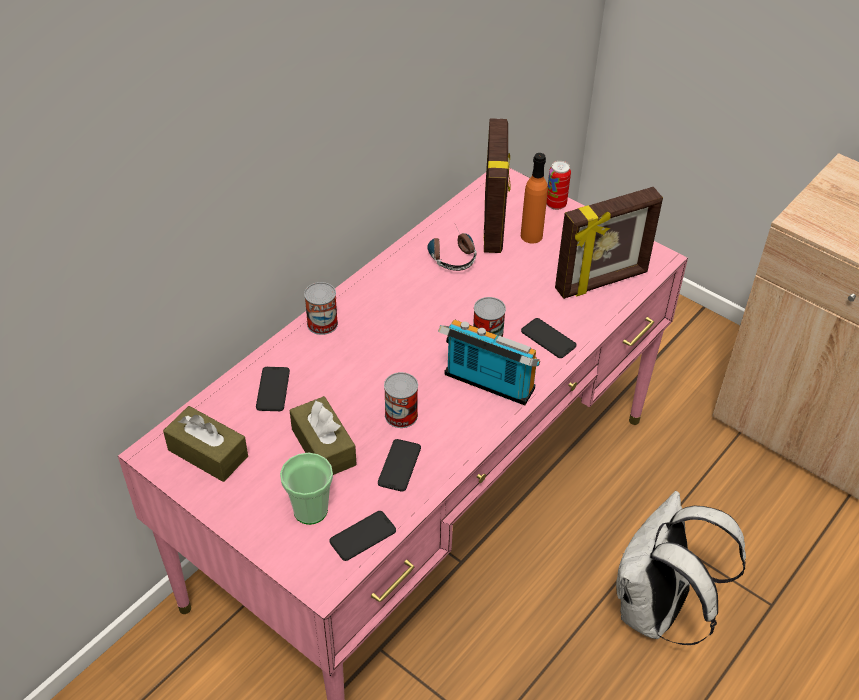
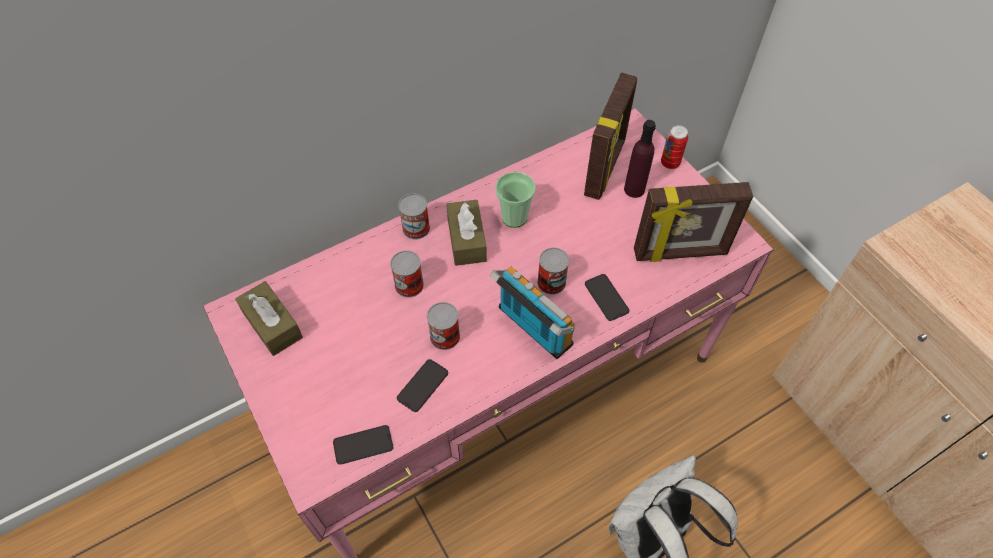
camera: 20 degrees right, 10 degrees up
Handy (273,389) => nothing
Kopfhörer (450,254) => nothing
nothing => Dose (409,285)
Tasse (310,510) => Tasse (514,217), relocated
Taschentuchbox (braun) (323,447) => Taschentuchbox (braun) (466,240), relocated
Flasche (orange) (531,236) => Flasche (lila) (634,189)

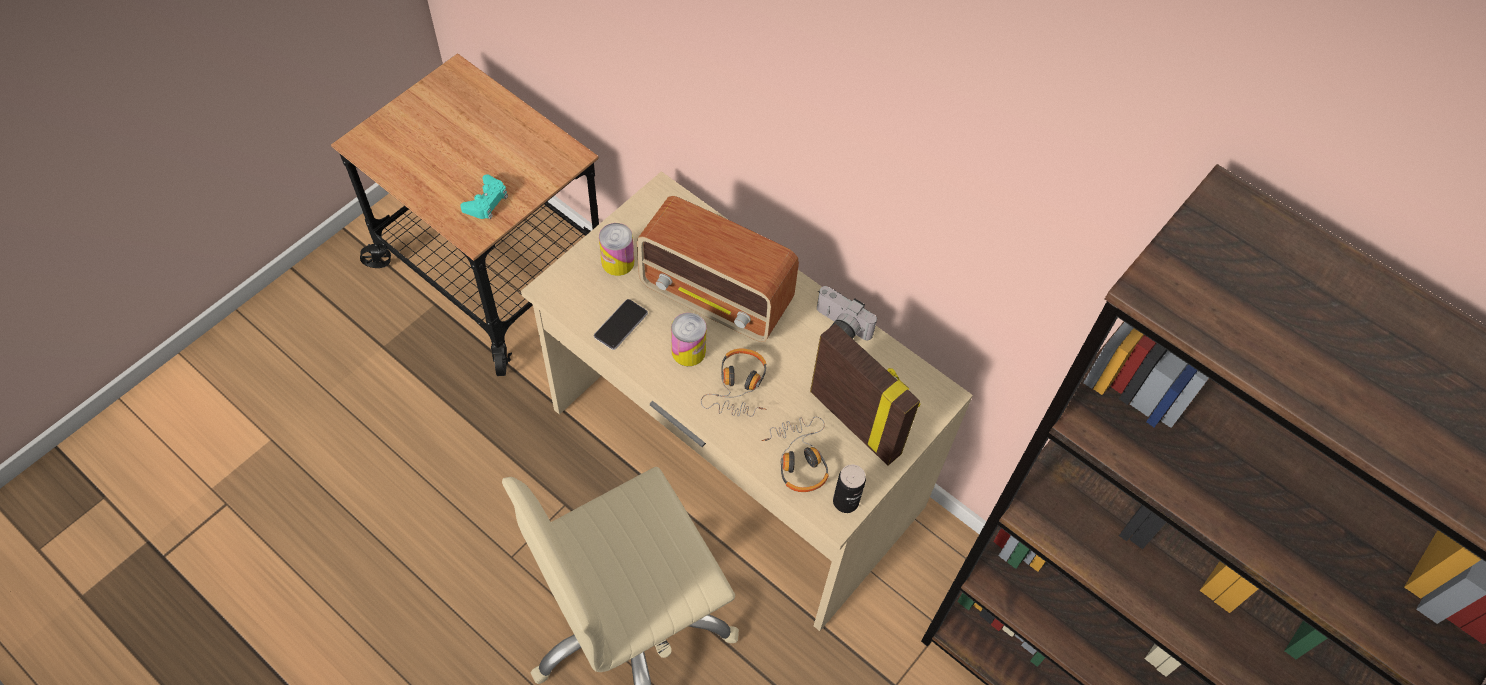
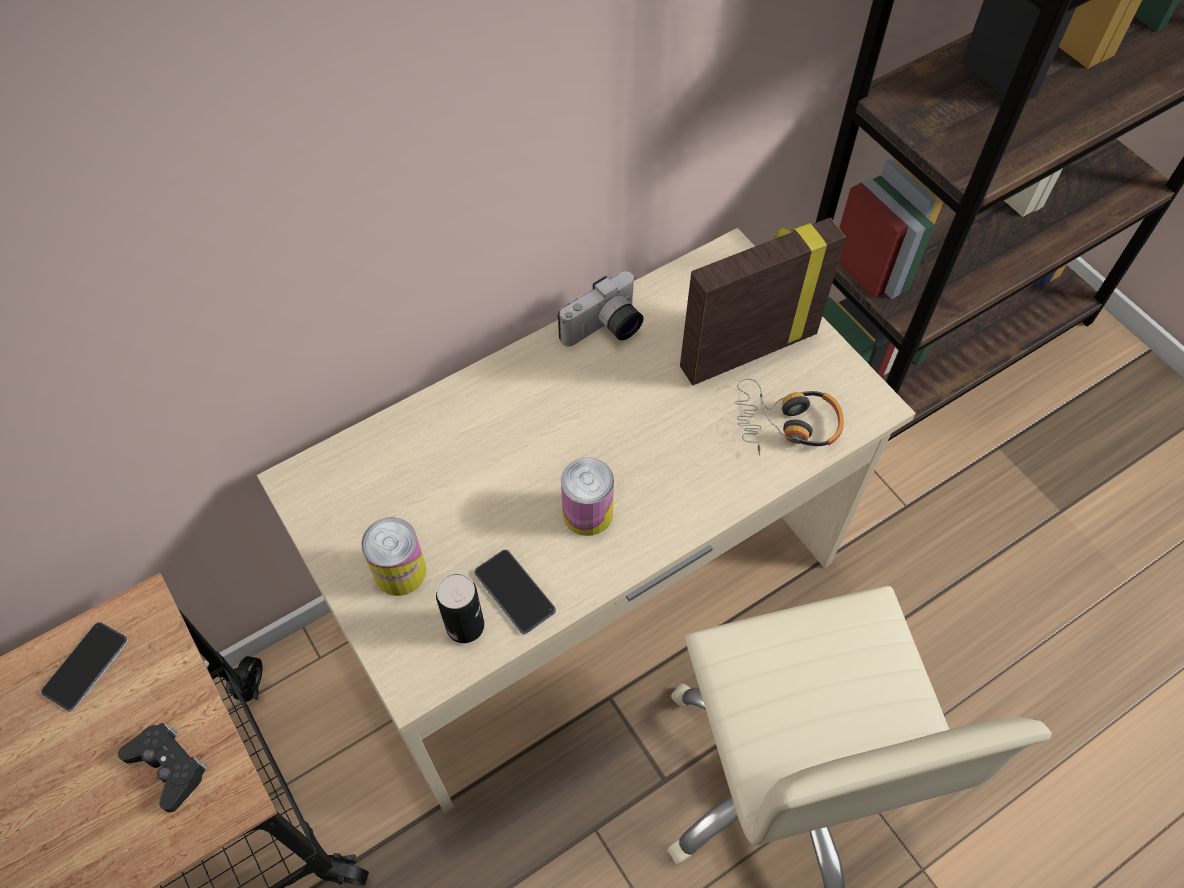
camera: 70 degrees left, 0 degrees up
Radio (717,297) => nothing
Kopfhörer (738,387) => nothing
nothing => Handy (86,667)
Dose (845,501) => Dose (465,625), relocated
Gamepad (türkis) (486,202) => Gamepad (schwarz) (168,767)

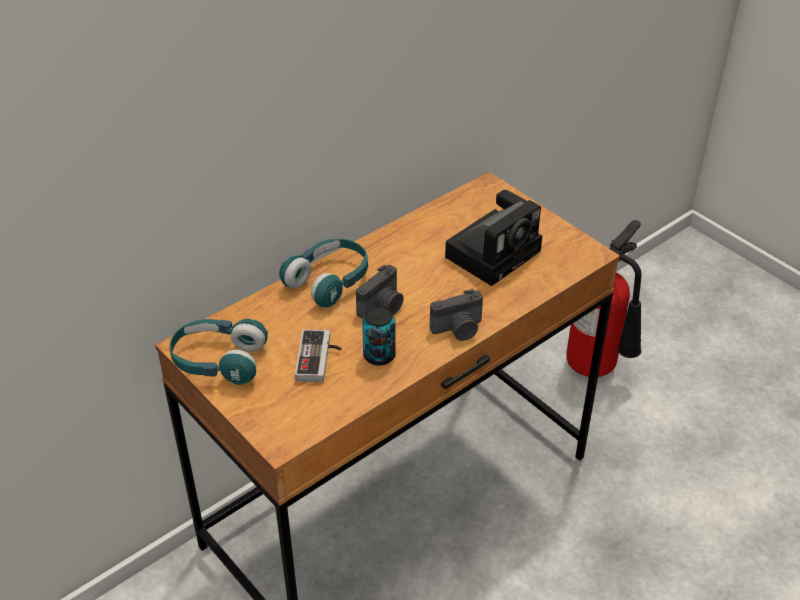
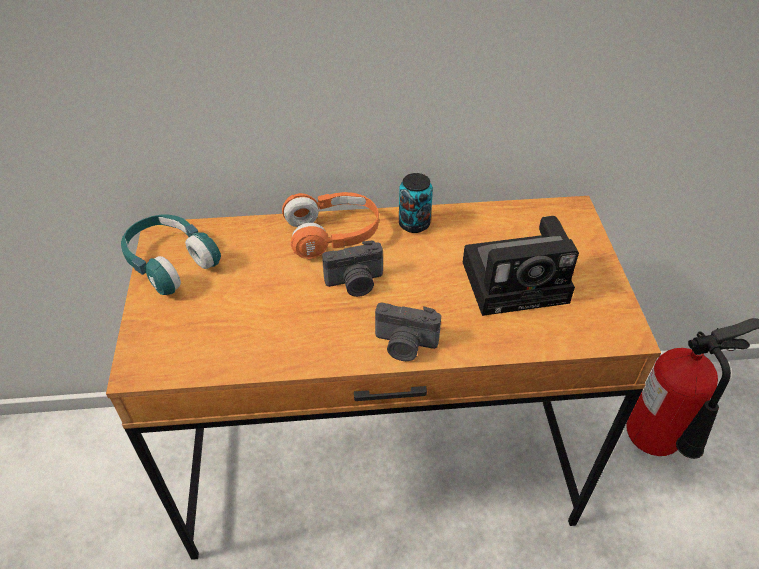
camera: 35 degrees right, 5 degrees up
Gamepad (320,359) => nothing
Dose (379,356) => Dose (414,224), relocated
Kopfhörer (türkis) (329,281) => Kopfhörer (orange) (333,234)

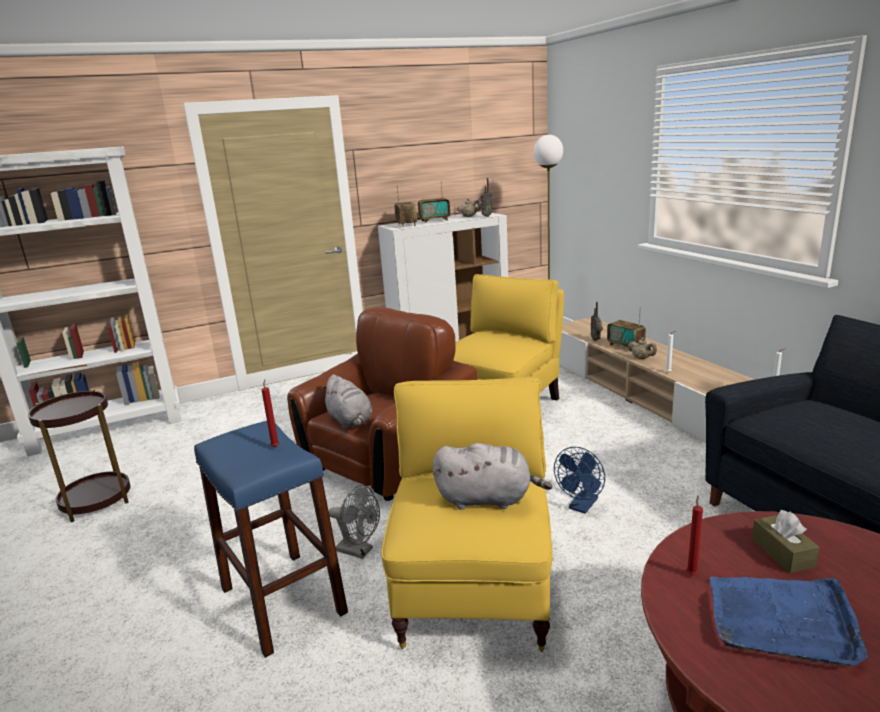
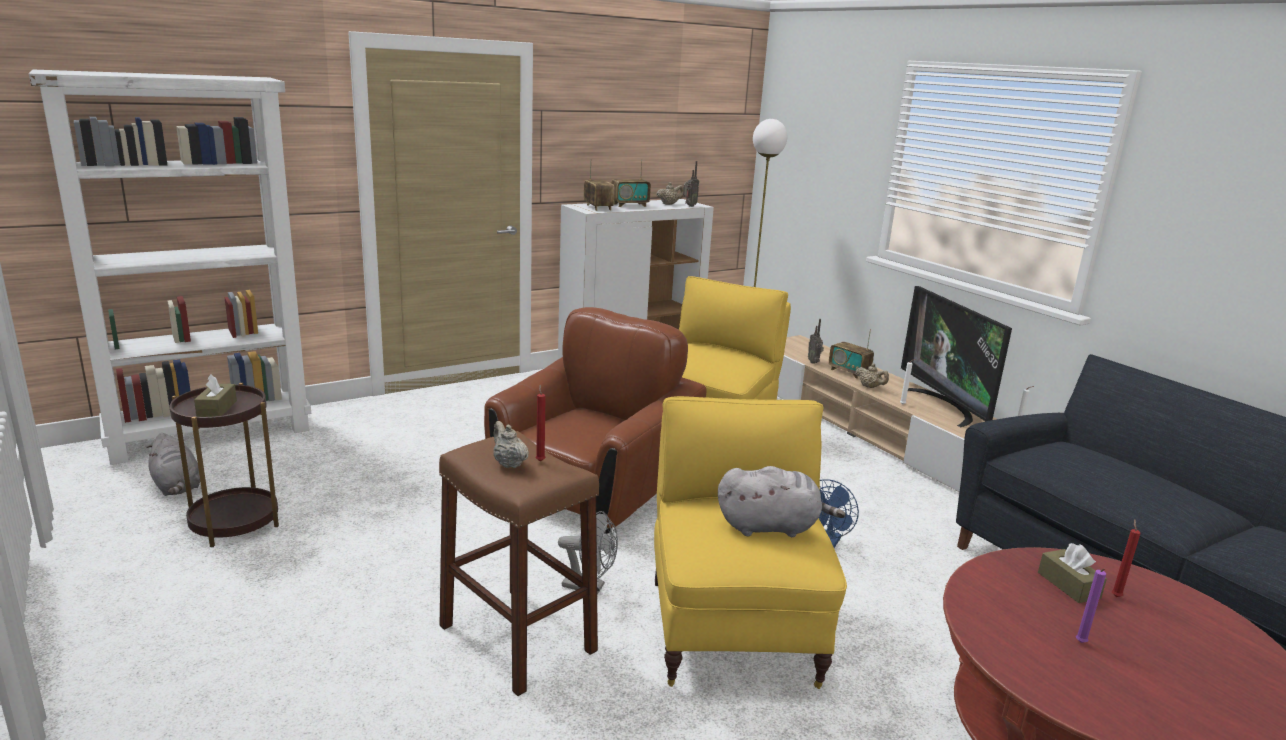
camera: 10 degrees left, 0 degrees up
nothing => Taschentuchbox (braun) (217,408)
nothing => Teekanne (beige) (509,463)
nothing => Fernseher (945,406)
Plüschtier (grau) (350,421) => Plüschtier (grau) (177,487), relocated
Kerze (rot) (691,574) => Kerze (rot) (1115,596), relocated
Tablett (blau) (782,621) => Kerze (lila) (1080,643)
Hocker (blau) (282,600) => Hocker (braun) (517,638)

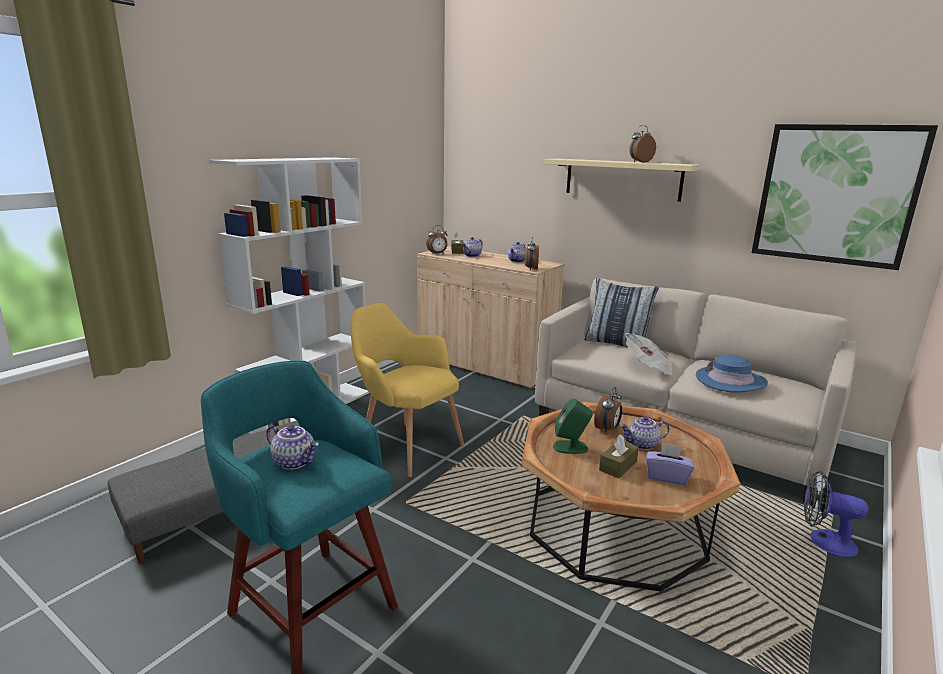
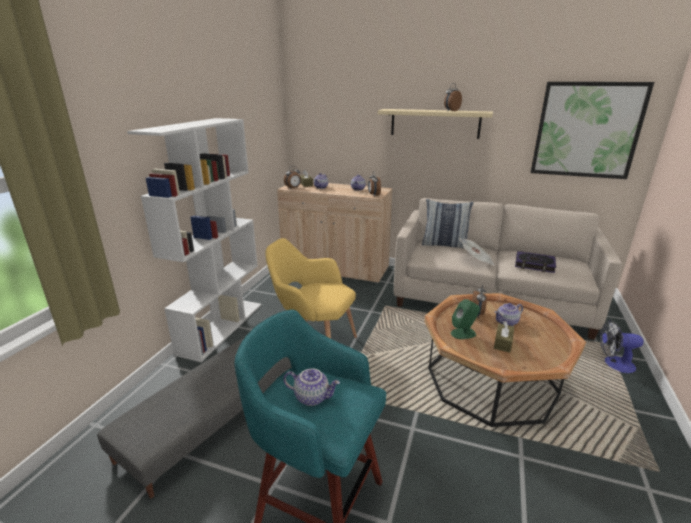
camera: 15 degrees left, 5 degrees up
Taschentuchbox (lila) (666,476) => nothing
Hut (blau) (730,381) => Buch (534,265)

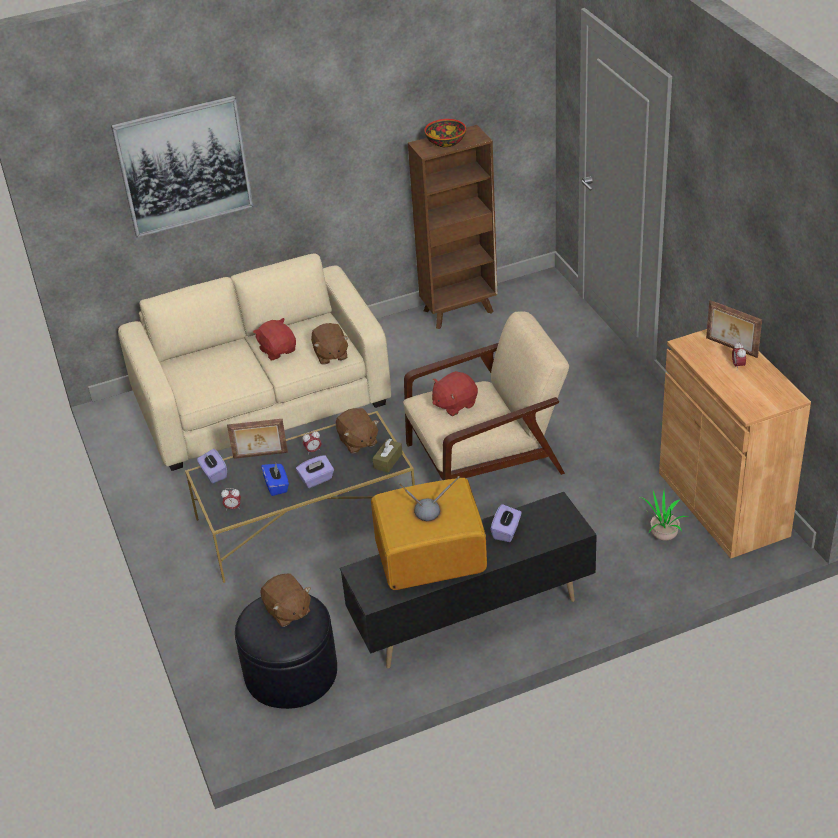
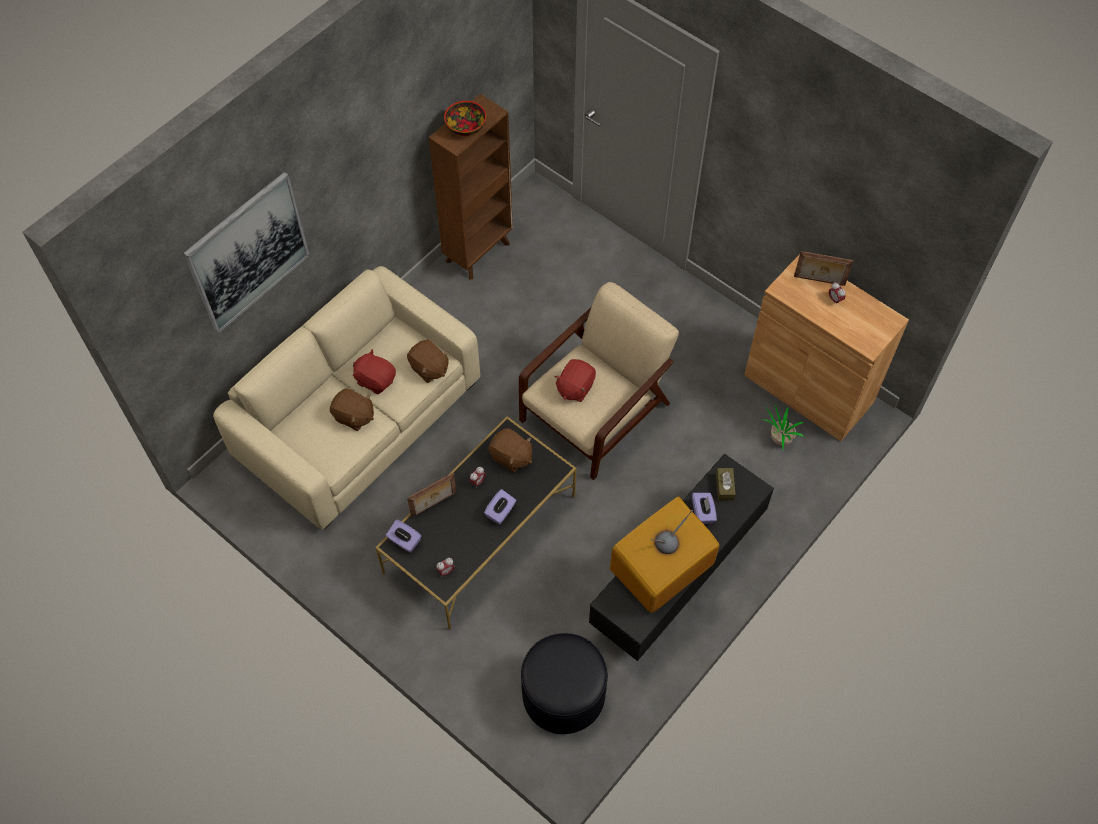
camera: 30 degrees left, 20 degrees up
Taschentuchbox (blau) (276,486) => nothing
Plüschtier (braun) (287,611) => Plüschtier (braun) (353,416), relocated
Taschentuchbox (braun) (388,461) => Taschentuchbox (braun) (724,487), relocated

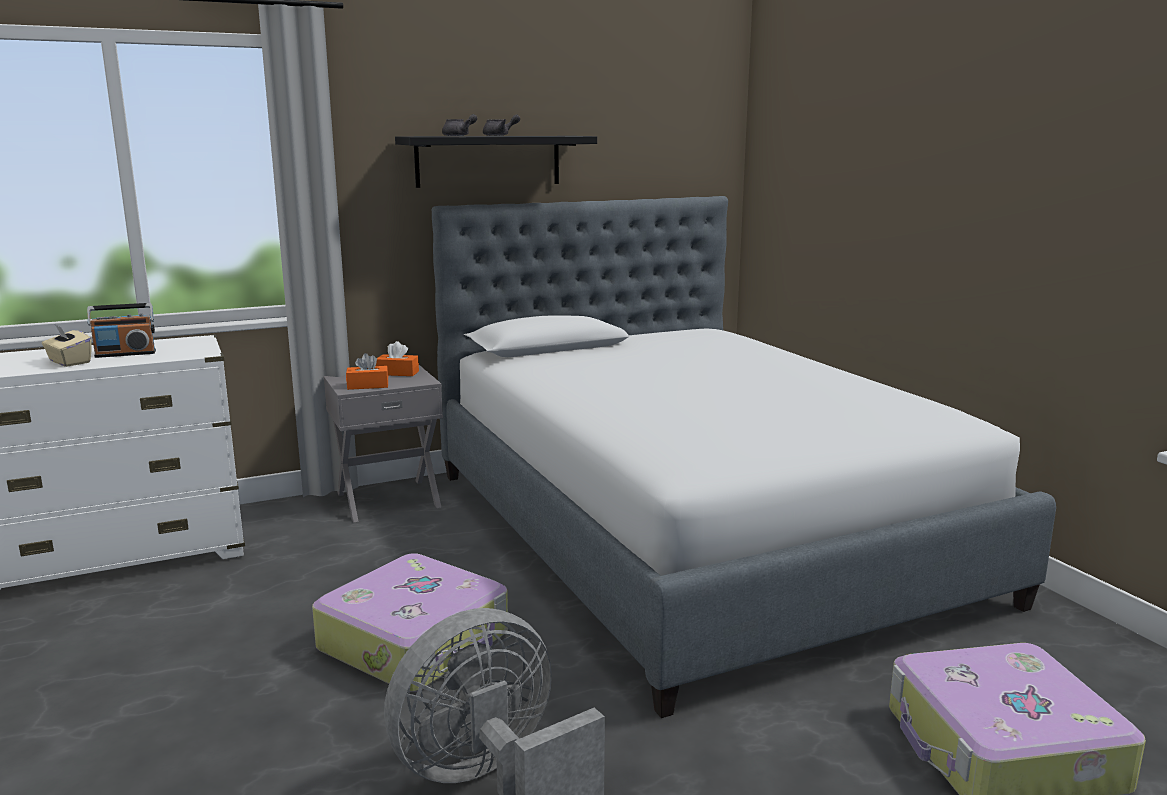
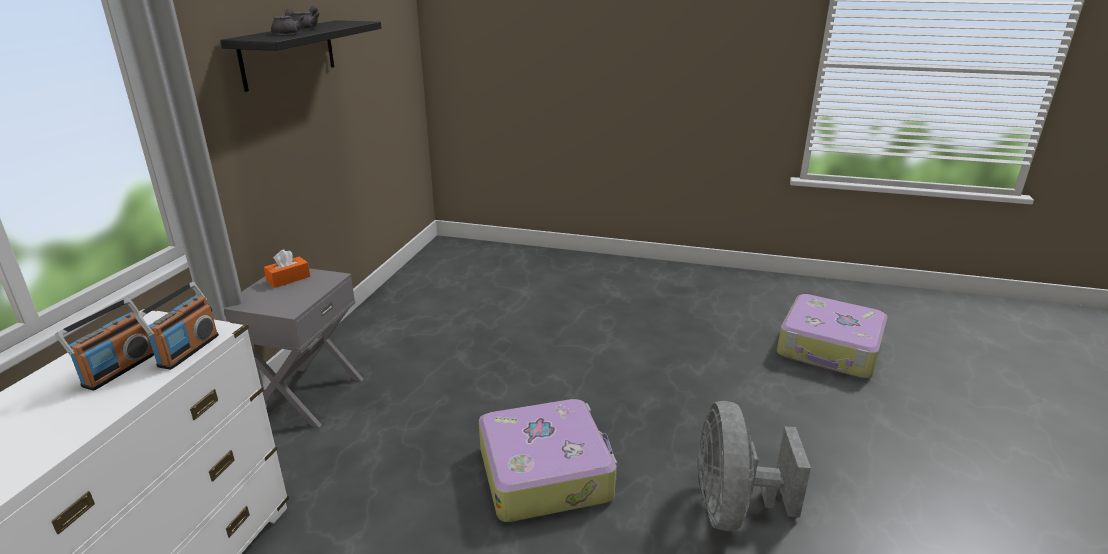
camera: 50 degrees left, 10 degrees up
Taschentuchbox (beige) (69,362) => nothing
Taschentuchbox (orange) (368,386) => nothing
Bett (693,532) => nothing
nothing => Radio (188,350)

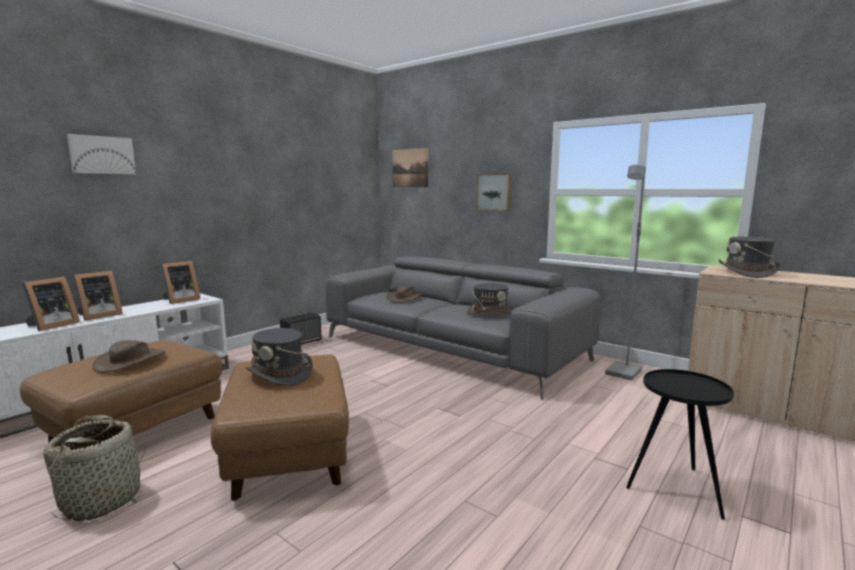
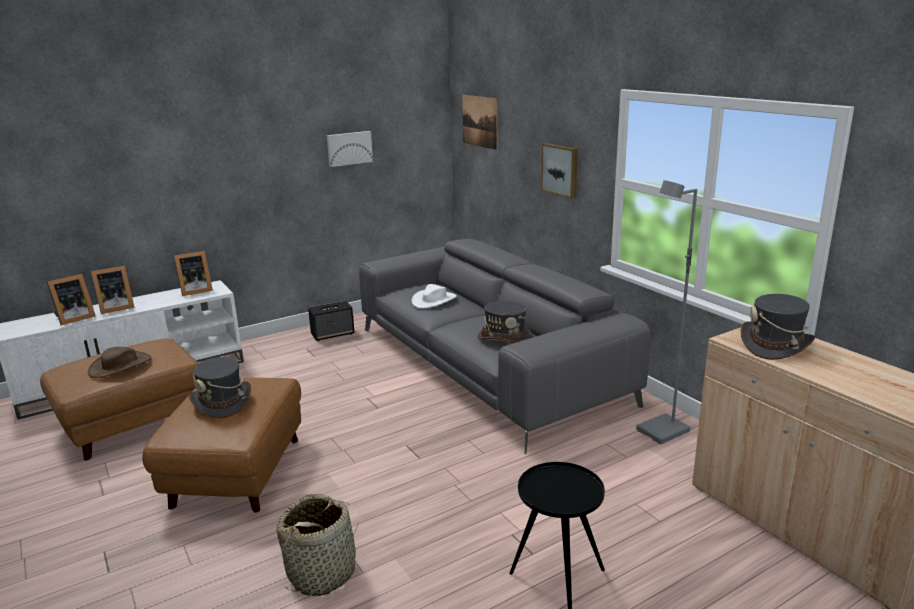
camera: 20 degrees right, 10 degrees up
Korb (102,500) => Korb (322,572), relocated
Bild (102,155) => Bild (349,148), relocated
Hut (braun) (404,298) => Hut (weiß) (434,300)

